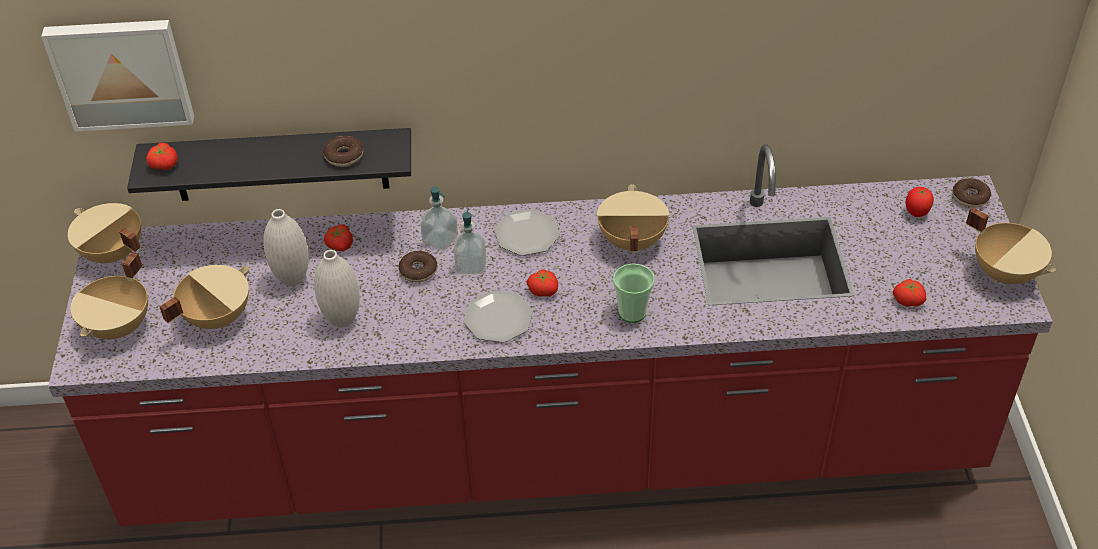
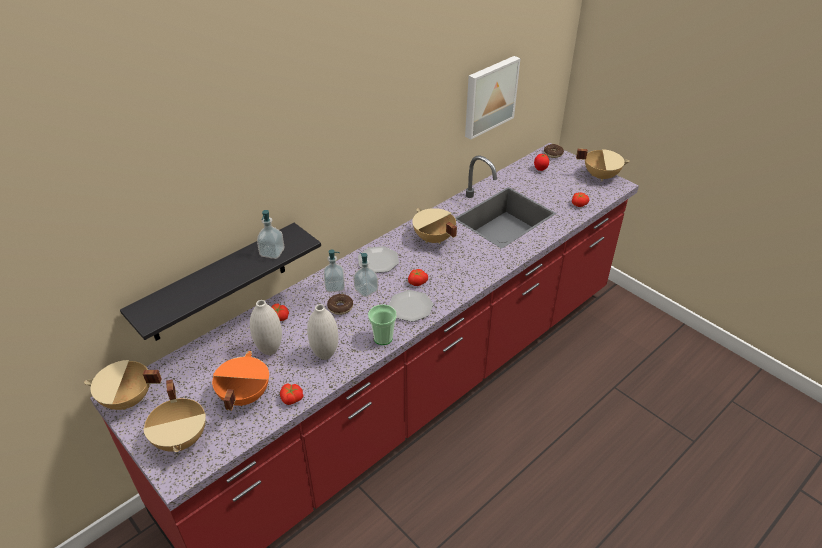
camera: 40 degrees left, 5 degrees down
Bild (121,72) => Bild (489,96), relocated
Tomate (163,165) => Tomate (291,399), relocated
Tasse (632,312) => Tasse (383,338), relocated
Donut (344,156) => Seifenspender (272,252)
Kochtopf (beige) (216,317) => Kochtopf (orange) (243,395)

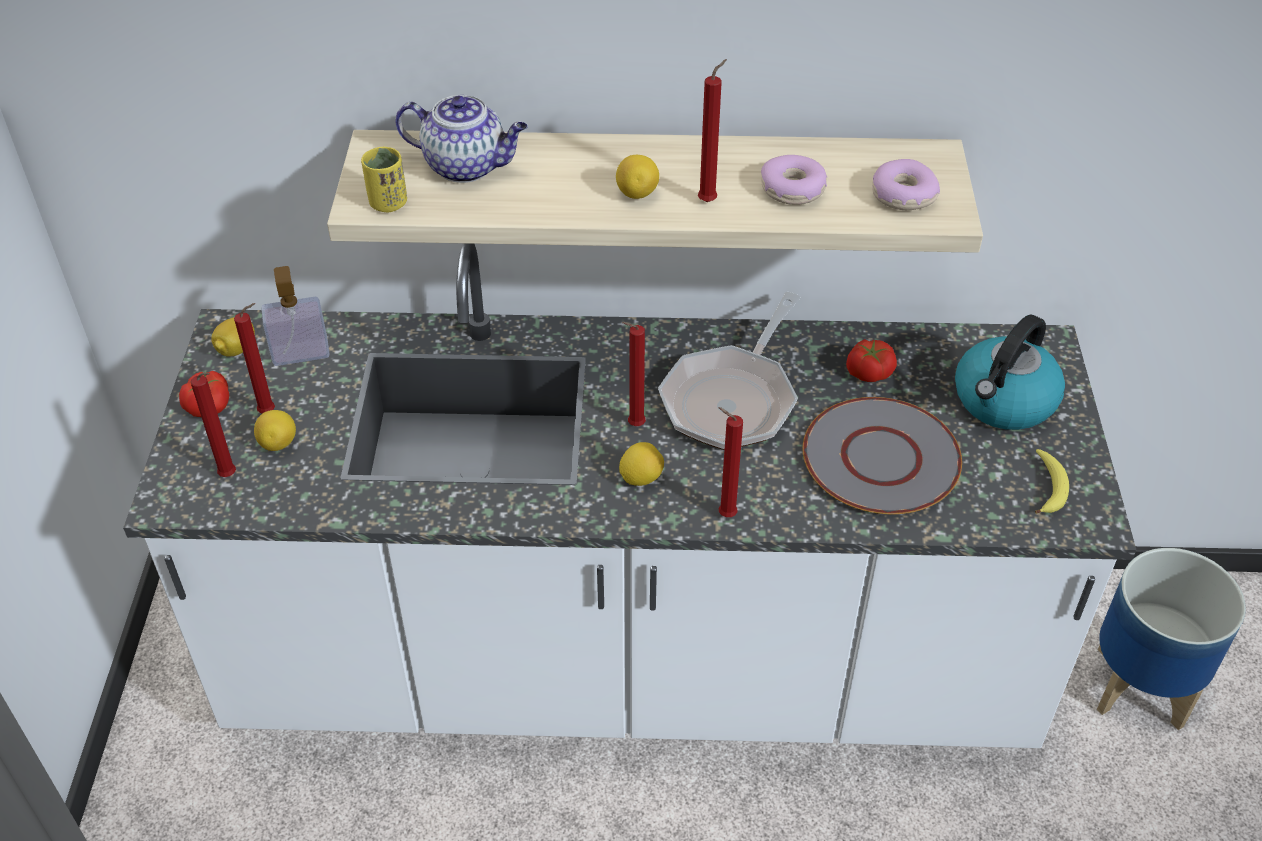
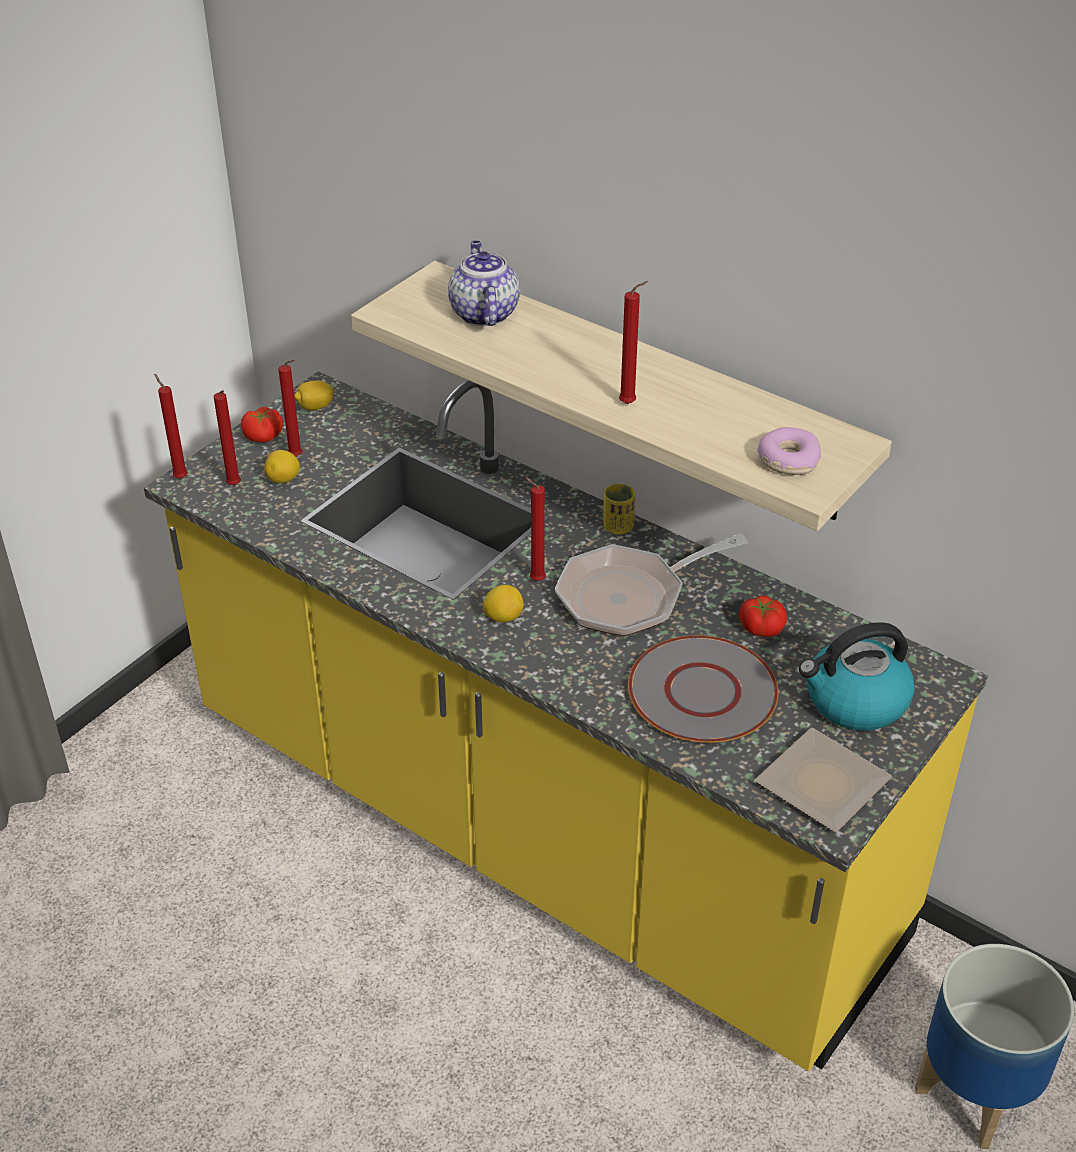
camera: 35 degrees right, 5 degrees down
Seifenspender (300,353) => nothing
Zitrone (637,194) => nothing
Donut (793,189) => nothing
Tasse (gelb) (388,203) => Tasse (gelb) (618,527), relocated
Kerze (rot) (724,514) => Kerze (rot) (179,477), relocated
Banane (1048,487) => Teller (821,780)
Küchenzeile (weiß) (631,668) => Küchenzeile (gelb) (537,831)
Teekanne (467,166) => Teekanne (483,313), 150 degrees counterclockwise

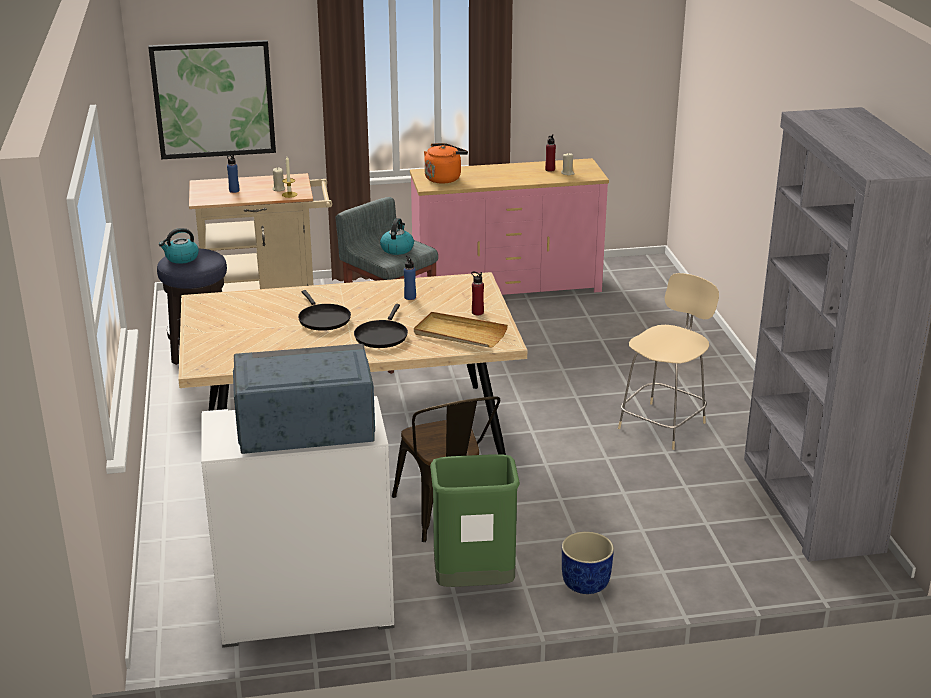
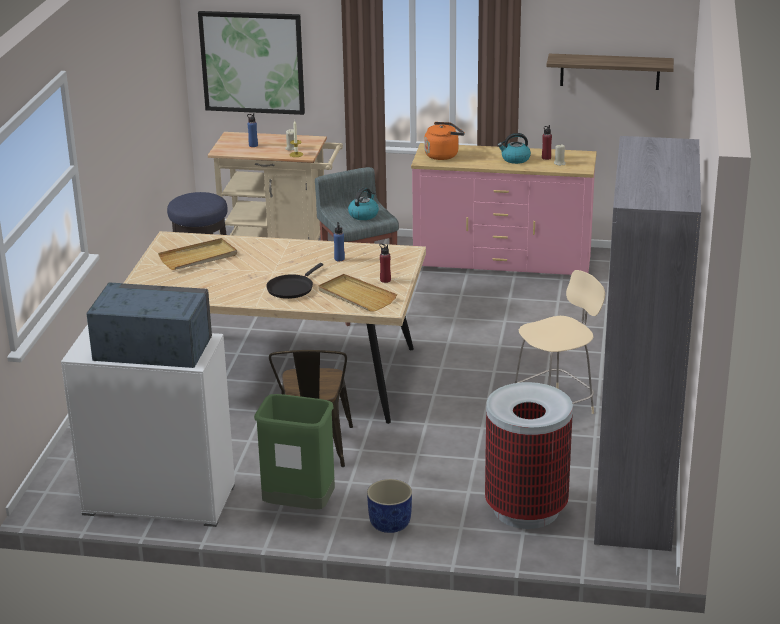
camera: 20 degrees right, 0 degrees up
Pfanne (schwarz) (323,319) => nothing
nothing => Tablett (beige) (198,257)
nothing => Mülleimer (525,509)
nothing => Wandregal (610,71)
Wasserkessel (181,258) => Wasserkessel (515,159), relocated

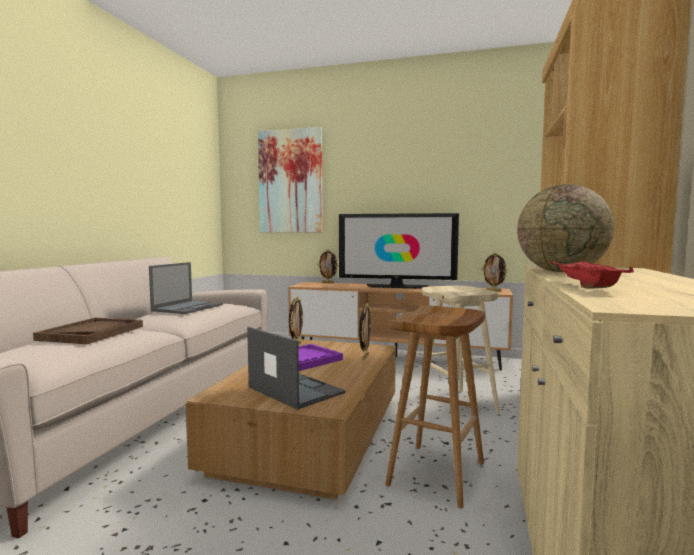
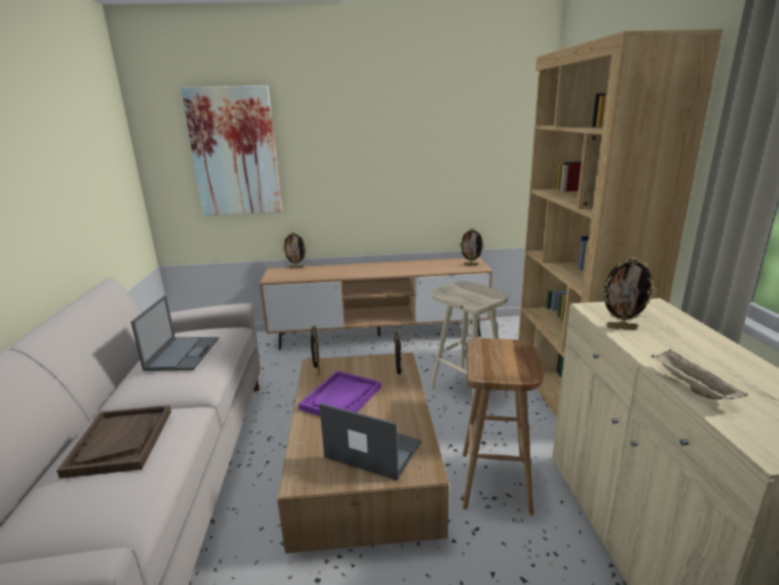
camera: 20 degrees left, 15 degrees up
Fernseher (396,286) => nothing
Globus (561,271) => Bilderrahmen (621,327)
Tablett (rot) (584,286) => Tablett (beige) (690,387)

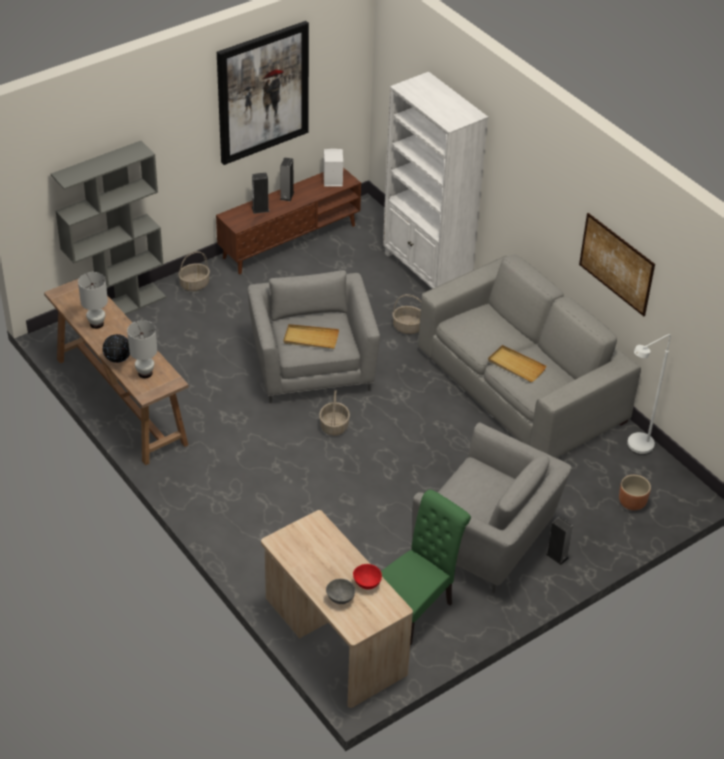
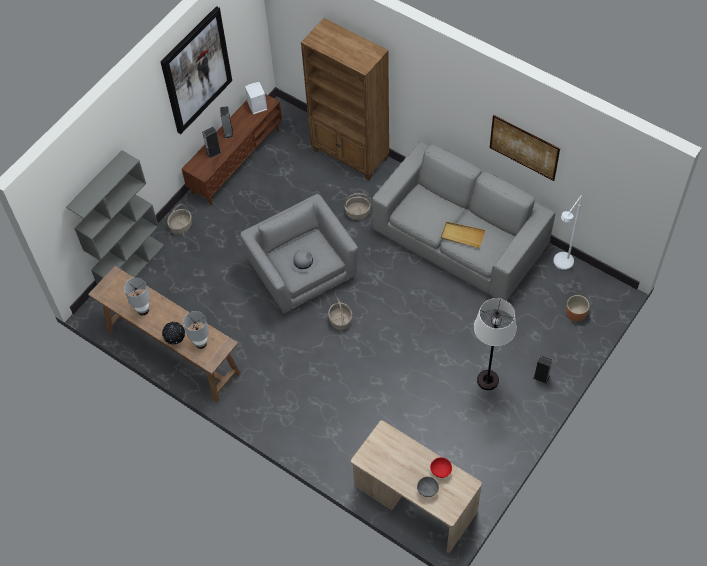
camera: 15 degrees left, 15 degrees up
Stuhl (grün) (416,608) => nothing
Tablett (beige) (310,338) => Hut (grau) (303,261)
Sessel (grau) (487,539) => Stehlampe (weiß) (488,380)
Bücherregal (weiß) (427,269) => Bücherregal (braun) (350,154)

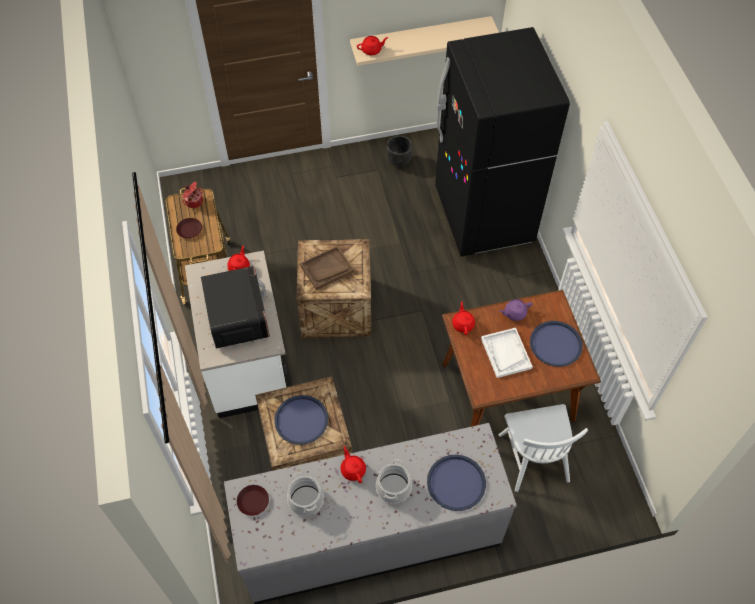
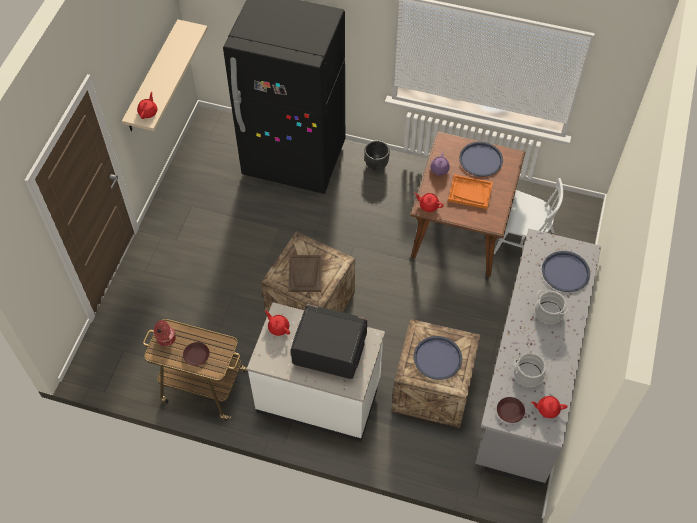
camera: 60 degrees left, 0 degrees up
Teekanne (rot) (353,469) => Teekanne (rot) (547,409), relocated
Pflanzkübel (schwarz) (398,161) => Pflanzkübel (schwarz) (376,165), relocated
Tablett (weiß) (505,353) => Tablett (orange) (470,192)

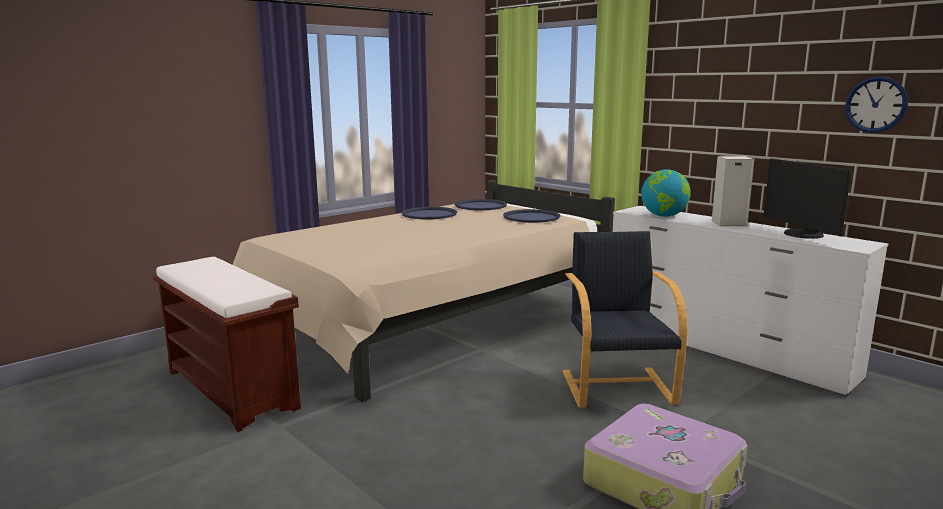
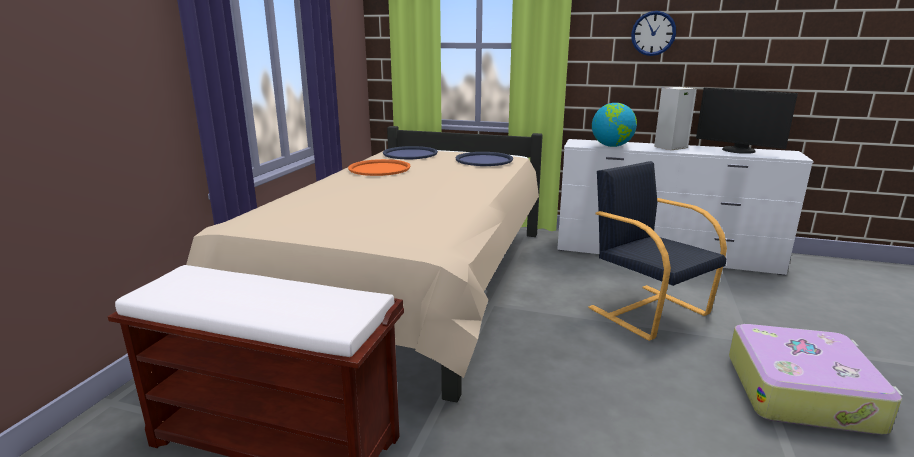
camera: 30 degrees left, 5 degrees up
Wanduhr (876,104) => Wanduhr (653,33), relocated
Tablett (blau) (429,214) => Tablett (orange) (379,169)

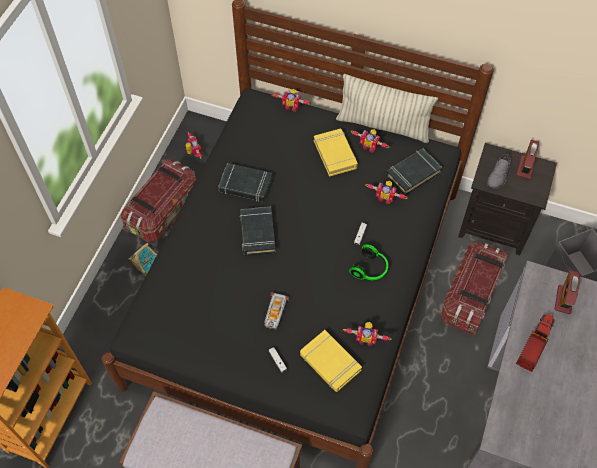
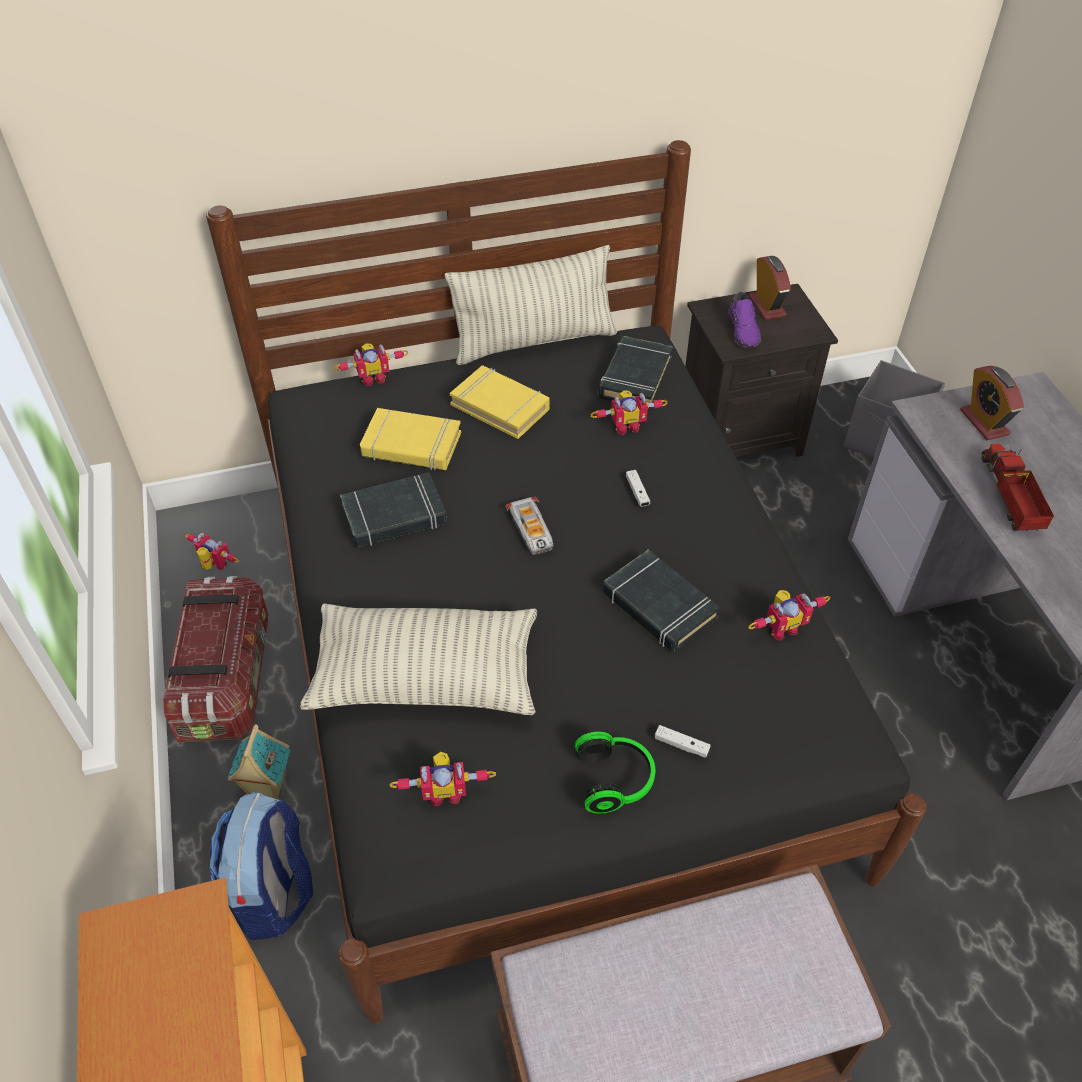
camera: 35 degrees left, 10 degrees down
Aufbewahrungsbox (470,296) => nothing
nothing => Rucksack (274,892)
nothing => Kissen (426,676)
Buch (schwarz) (257,233) => Buch (schwarz) (658,606), relocated
Spielzeugauto (275,313) => Spielzeugauto (531,530), relocated
Buch (gelb) (330,362) => Buch (gelb) (411,445), relocated
Kopfhörer (370,269) => Kopfhörer (616,779), relocated
Spielzeugroboter (369,146) => Spielzeugroboter (445,791), relocated
Schuh (grau) (499,175) => Schuh (lila) (744,330)

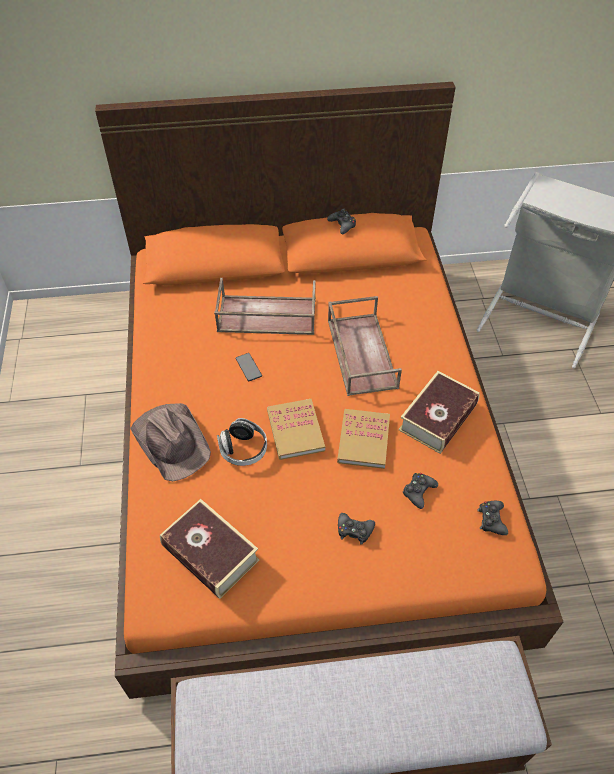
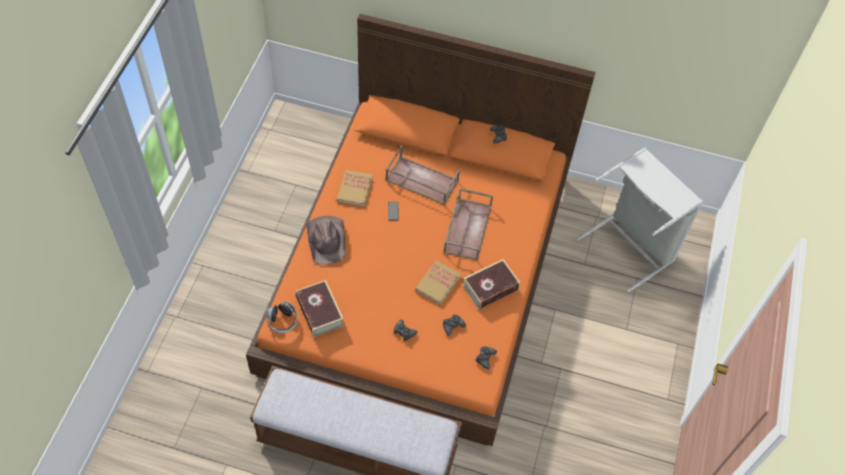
camera: 20 degrees right, 5 degrees up
Kopfhörer (243,450) => Kopfhörer (282,321), relocated
Buch (295,430) => Buch (355,189), relocated

